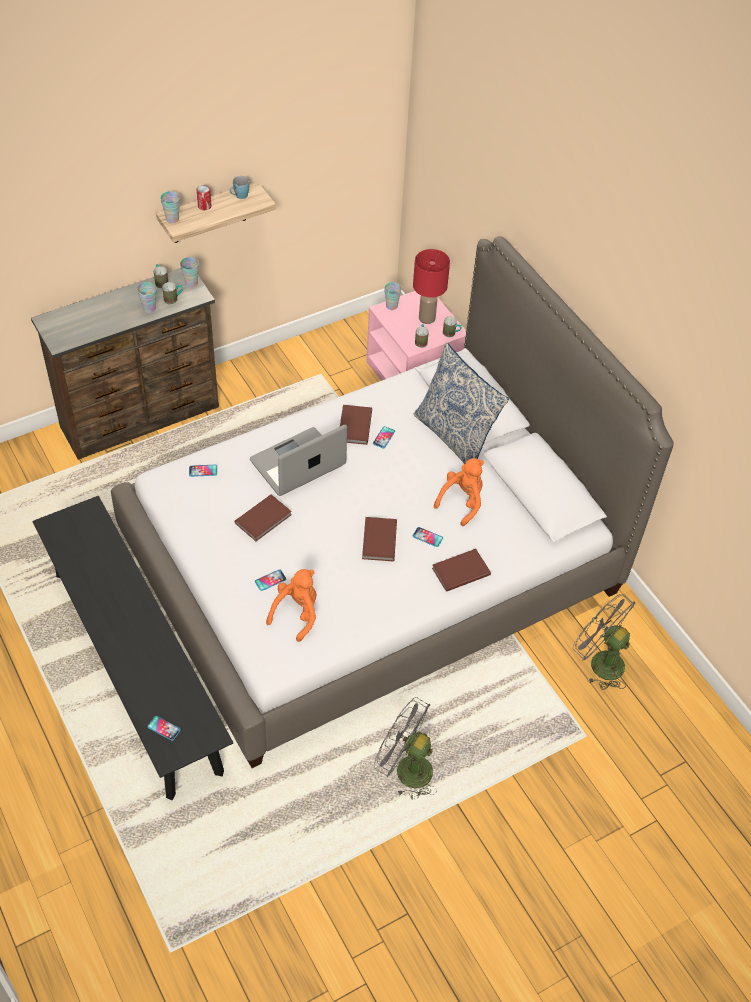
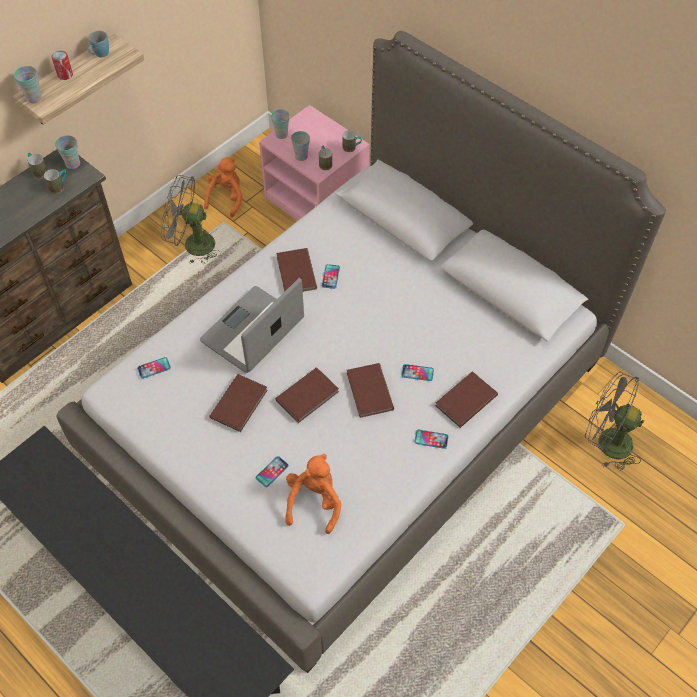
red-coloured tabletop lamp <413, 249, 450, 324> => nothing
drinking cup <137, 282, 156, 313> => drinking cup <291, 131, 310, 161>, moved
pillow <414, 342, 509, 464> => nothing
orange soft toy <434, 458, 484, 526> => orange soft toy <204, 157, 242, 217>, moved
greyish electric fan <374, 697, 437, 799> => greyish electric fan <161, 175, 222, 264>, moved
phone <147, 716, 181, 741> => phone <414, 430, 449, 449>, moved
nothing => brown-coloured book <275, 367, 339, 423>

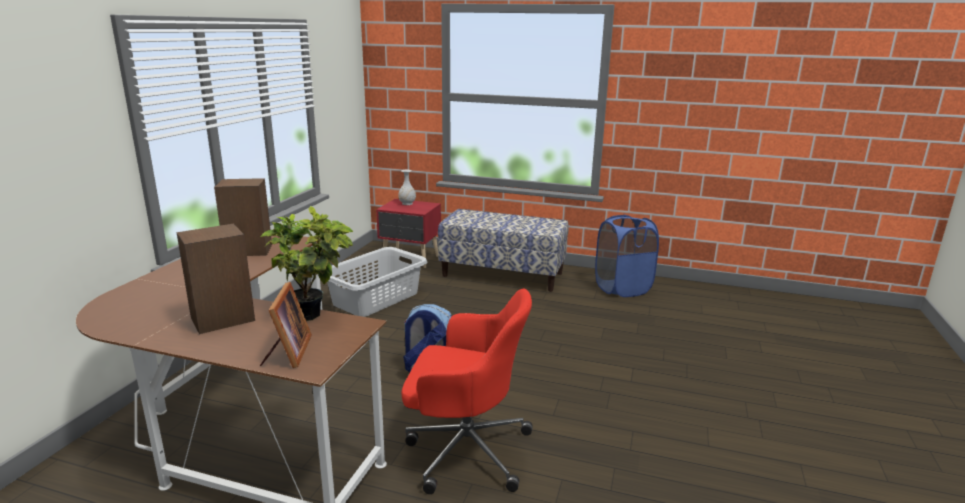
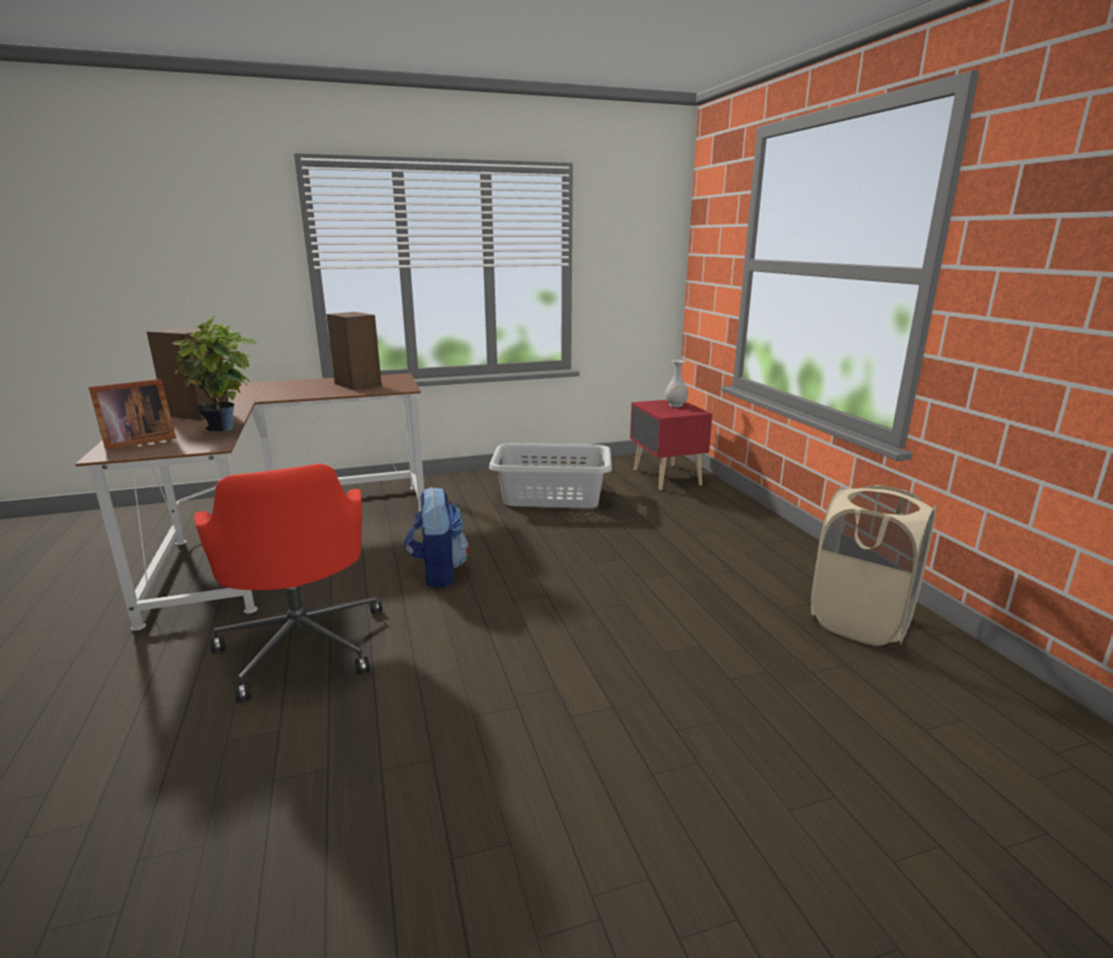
bench <438, 209, 569, 292> => nothing
bluish hamper <595, 215, 659, 297> => beige hamper <811, 485, 936, 646>

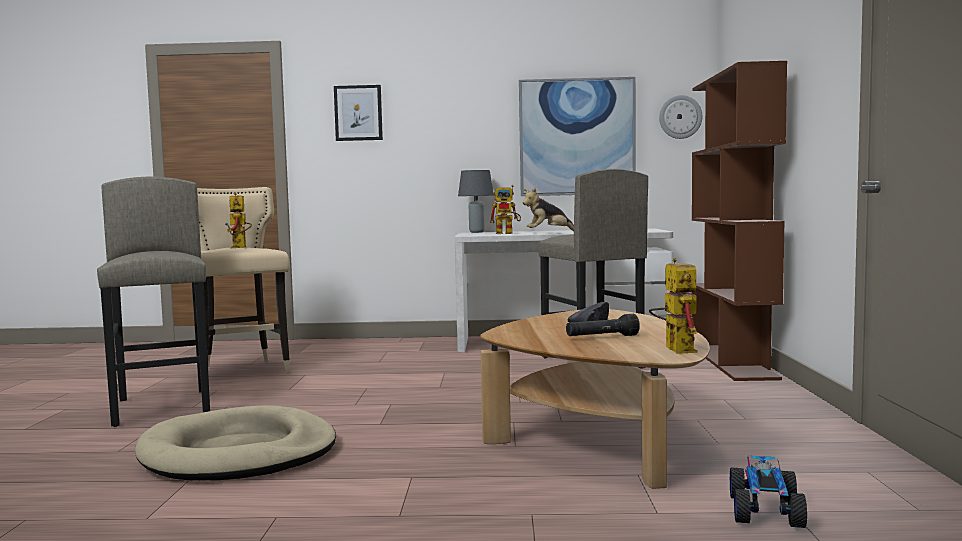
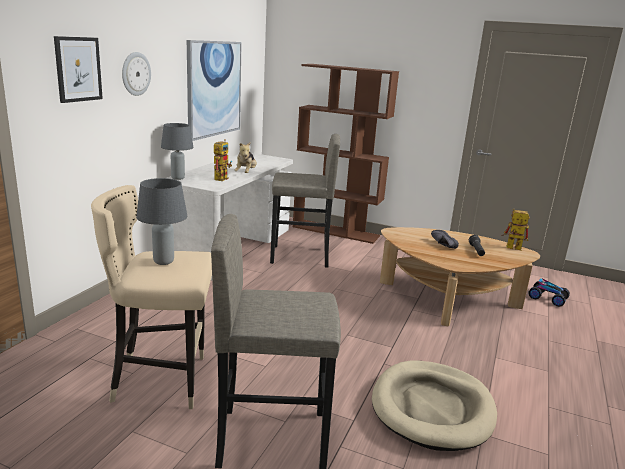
hanging clock <659, 95, 702, 139> => hanging clock <122, 52, 151, 96>, moved
robot figure <225, 193, 252, 248> => greyish tabletop lamp <136, 178, 187, 265>

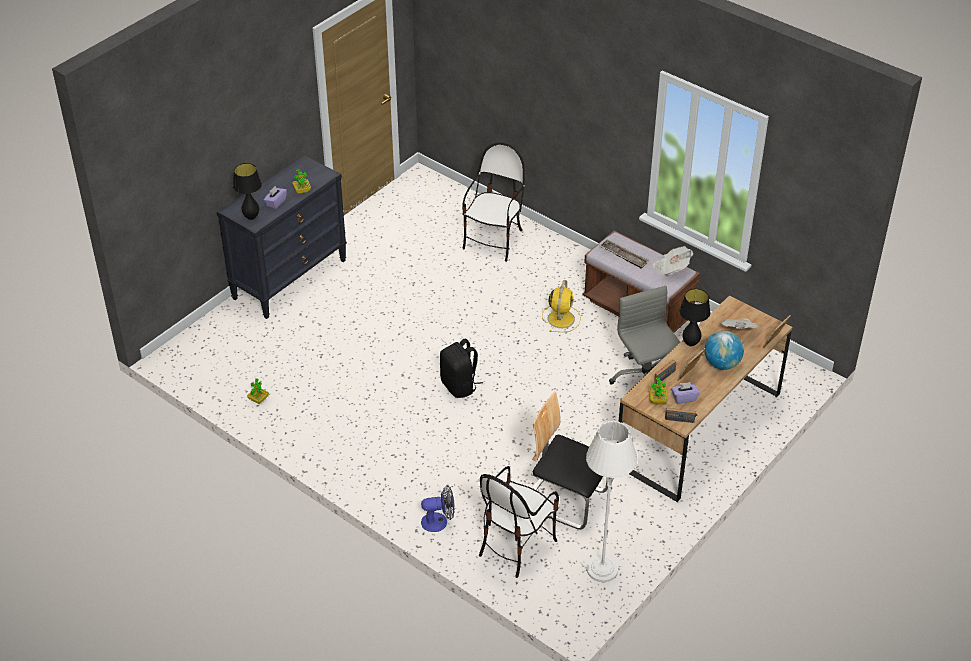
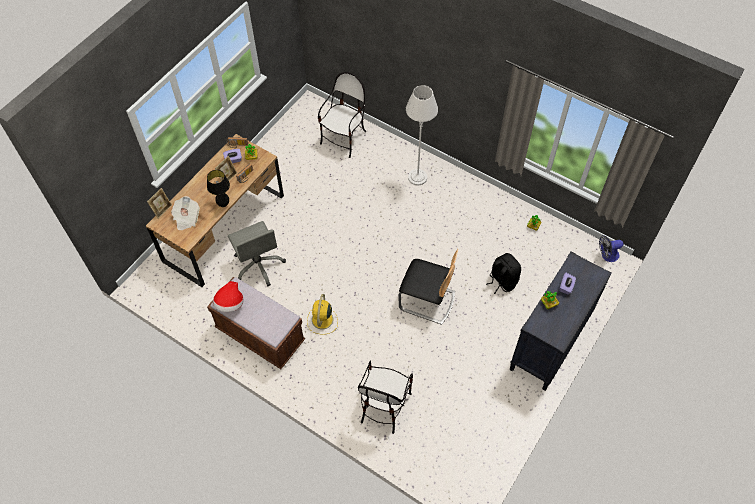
black tabletop lamp <233, 163, 262, 220> => nothing
serving tray <600, 239, 649, 269> => nothing
printed paper <652, 246, 693, 276> => hat <213, 281, 243, 312>
globe <705, 331, 744, 370> => nothing
black backpack <440, 338, 483, 398> => black backpack <486, 253, 521, 294>, moved
upright chair <532, 392, 610, 529> => upright chair <398, 249, 458, 325>, moved
white-coloured standard lamp <586, 421, 637, 582> => white-coloured standard lamp <406, 85, 438, 185>, moved
electric fan <421, 485, 455, 532> => electric fan <599, 235, 623, 262>, moved

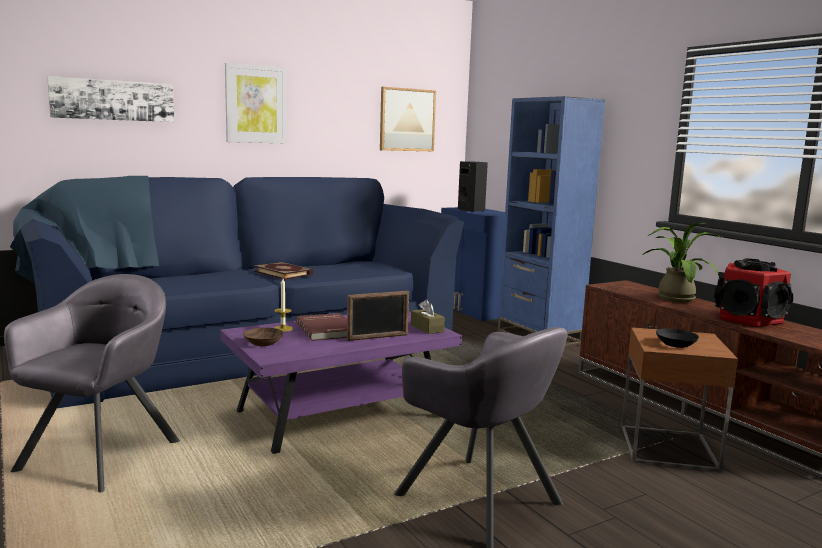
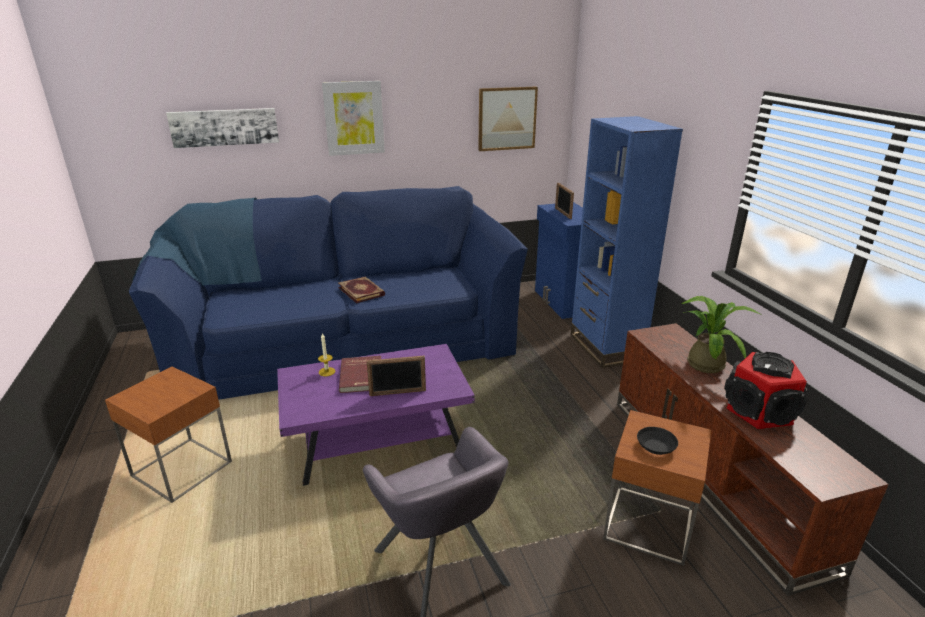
black loudspeaker <458, 161, 488, 212> => standing frame <555, 183, 574, 219>
greyish armchair <4, 274, 180, 493> => brown-coloured side table <105, 366, 232, 503>
brown-coloured tissue holder <411, 299, 445, 334> => nothing
brown-coloured deep dish <243, 328, 283, 346> => nothing

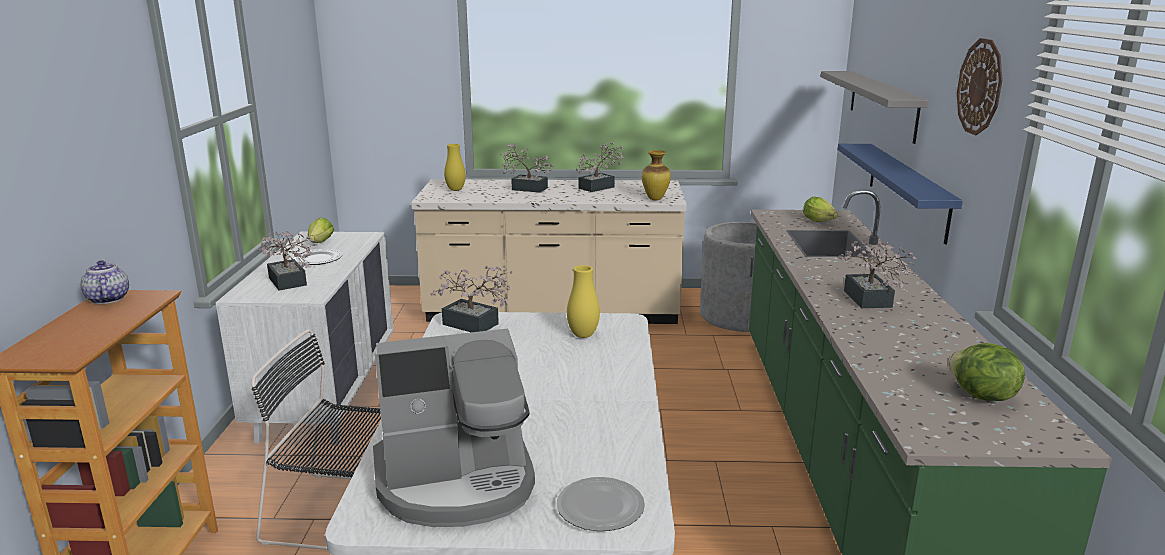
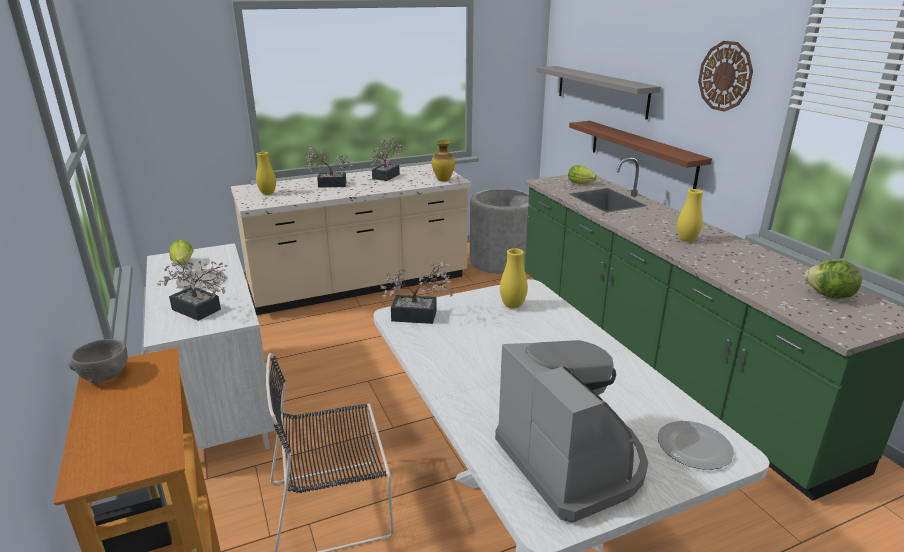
bluish shelf <838, 144, 963, 245> => brown-coloured shelf <569, 121, 712, 189>
plant in a pot <839, 240, 917, 308> => yellowish vase <677, 189, 703, 242>
pot for tea <80, 260, 129, 304> => greyish deep dish <69, 339, 128, 384>
coffee maker <373, 329, 535, 527> => coffee maker <495, 340, 648, 523>, 75 degrees counterclockwise

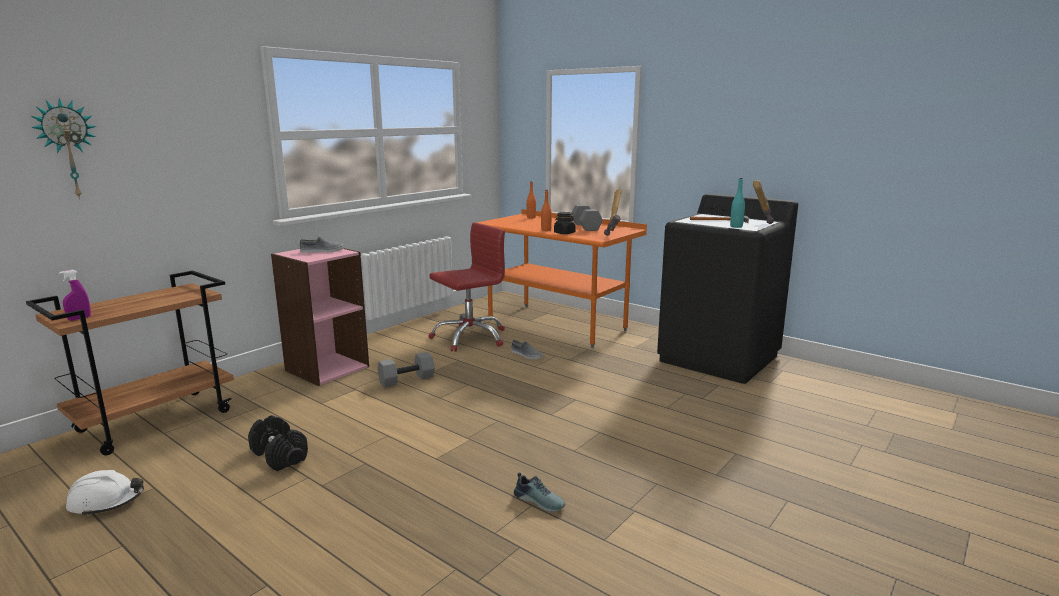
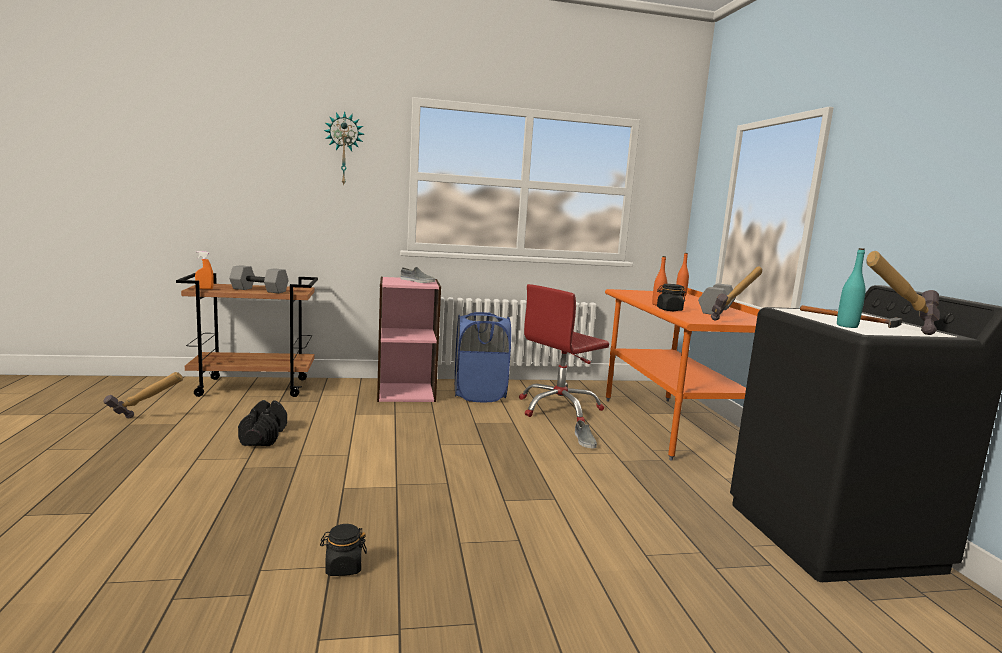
hanging clock <31, 98, 96, 199> => hanging clock <324, 111, 364, 186>, moved
red-coloured desk chair <429, 222, 505, 352> => red-coloured desk chair <519, 284, 609, 423>, 135 degrees clockwise
purple spray bottle <59, 270, 91, 321> => orange spray bottle <195, 251, 214, 289>
greyish hand weight <377, 352, 435, 387> => greyish hand weight <229, 265, 289, 293>, moved
white-coloured hard hat <66, 470, 144, 517> => tool hammer <104, 372, 183, 418>
shoe <514, 472, 565, 512> => black preserve jar <320, 524, 367, 576>
nothing => bluish hamper <455, 312, 511, 402>

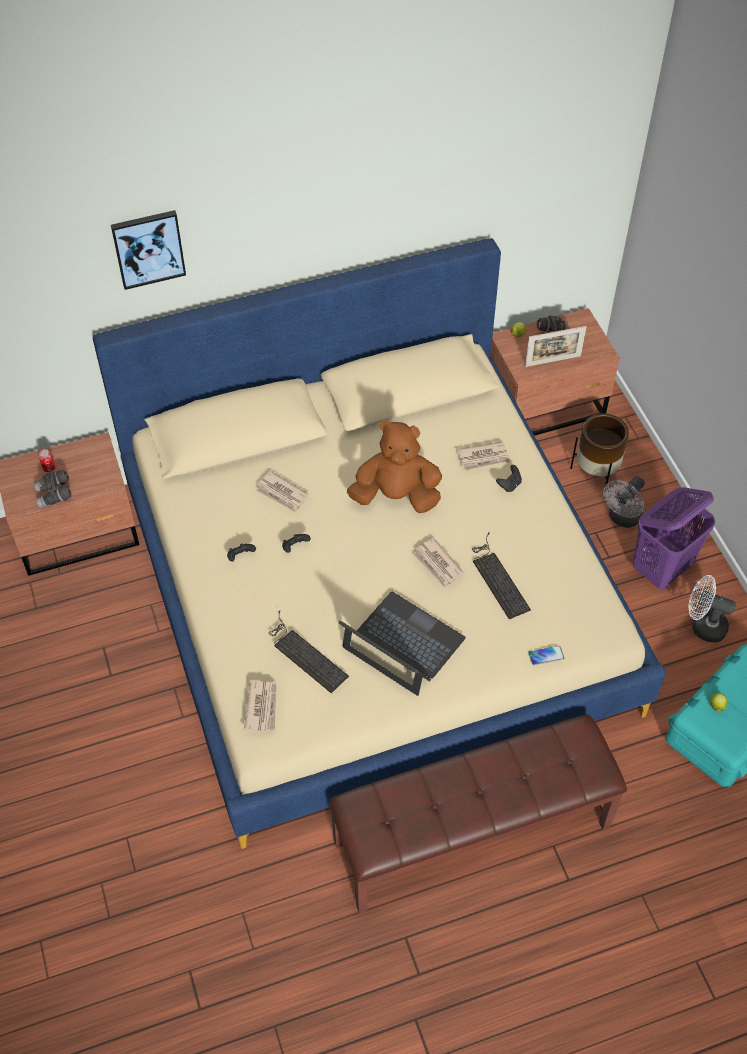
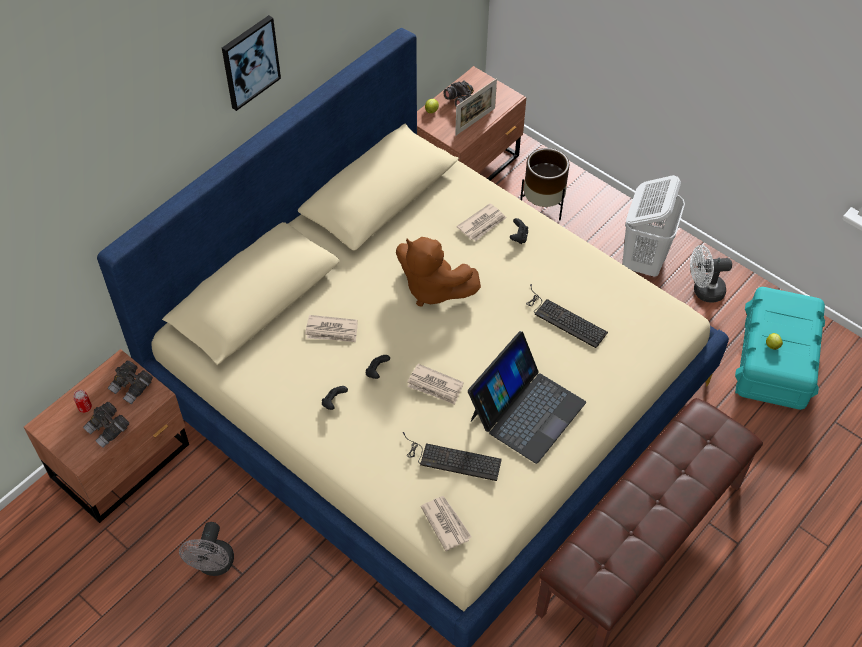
wall picture <111, 210, 186, 290> => wall picture <222, 15, 281, 111>, moved
brown-coloured soft toy <347, 420, 442, 513> => brown-coloured soft toy <396, 237, 481, 307>, 120 degrees counterclockwise
greyish electric fan <603, 476, 645, 528> => greyish electric fan <179, 522, 234, 576>, moved
purple hamper <633, 487, 715, 589> => white-coloured hamper <622, 175, 685, 277>
printed paper <412, 538, 464, 588> => printed paper <407, 364, 464, 405>, moved
portable computer <338, 592, 466, 696> => portable computer <468, 331, 586, 464>, 120 degrees clockwise
phone <529, 646, 564, 665> => nothing
nothing => greyish binoculars <108, 360, 153, 405>

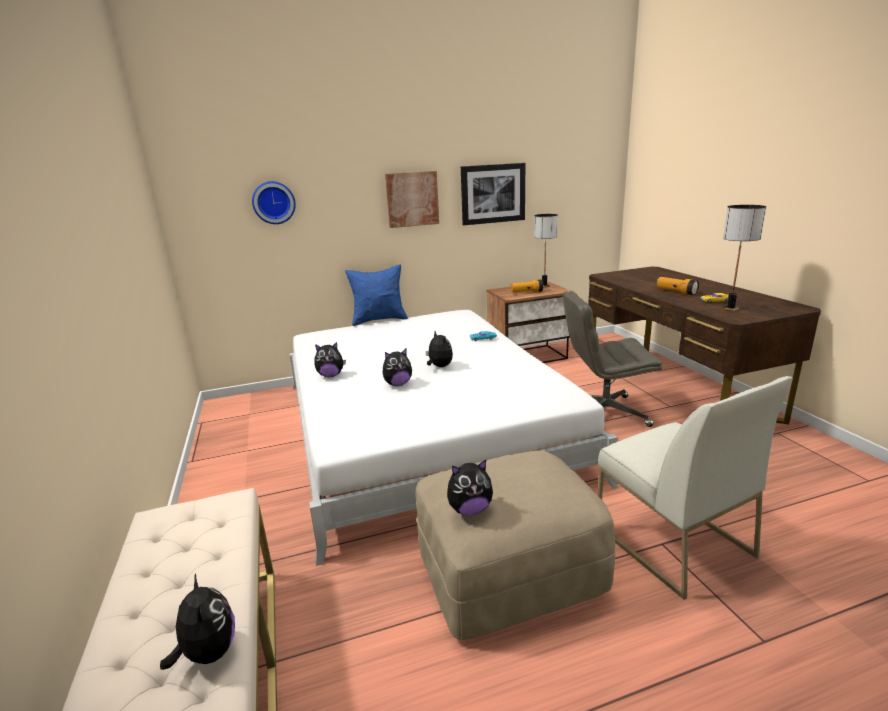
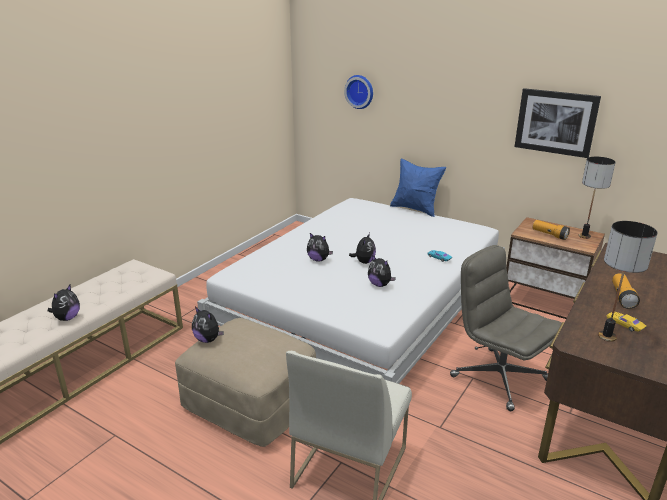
wall picture <385, 171, 439, 228> => nothing
soft toy <314, 342, 346, 377> => soft toy <368, 255, 396, 287>, moved

